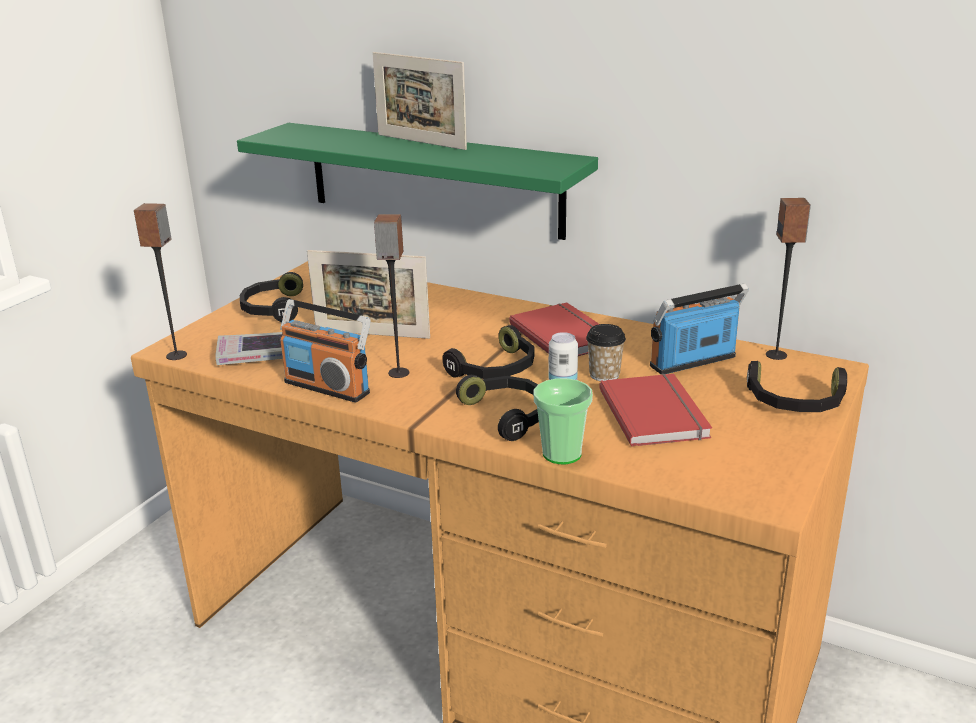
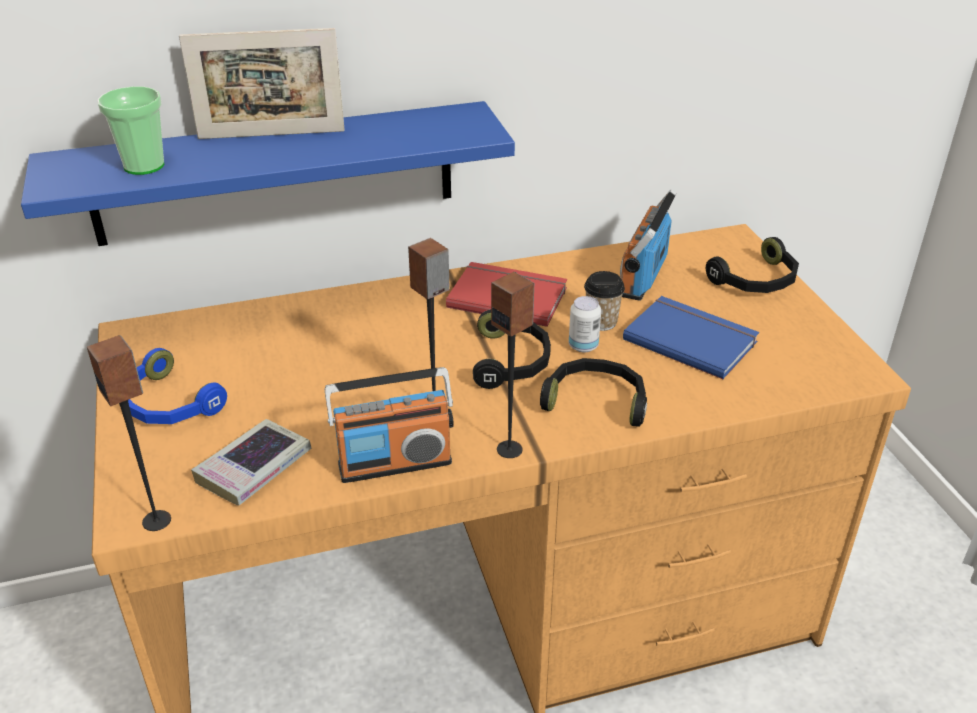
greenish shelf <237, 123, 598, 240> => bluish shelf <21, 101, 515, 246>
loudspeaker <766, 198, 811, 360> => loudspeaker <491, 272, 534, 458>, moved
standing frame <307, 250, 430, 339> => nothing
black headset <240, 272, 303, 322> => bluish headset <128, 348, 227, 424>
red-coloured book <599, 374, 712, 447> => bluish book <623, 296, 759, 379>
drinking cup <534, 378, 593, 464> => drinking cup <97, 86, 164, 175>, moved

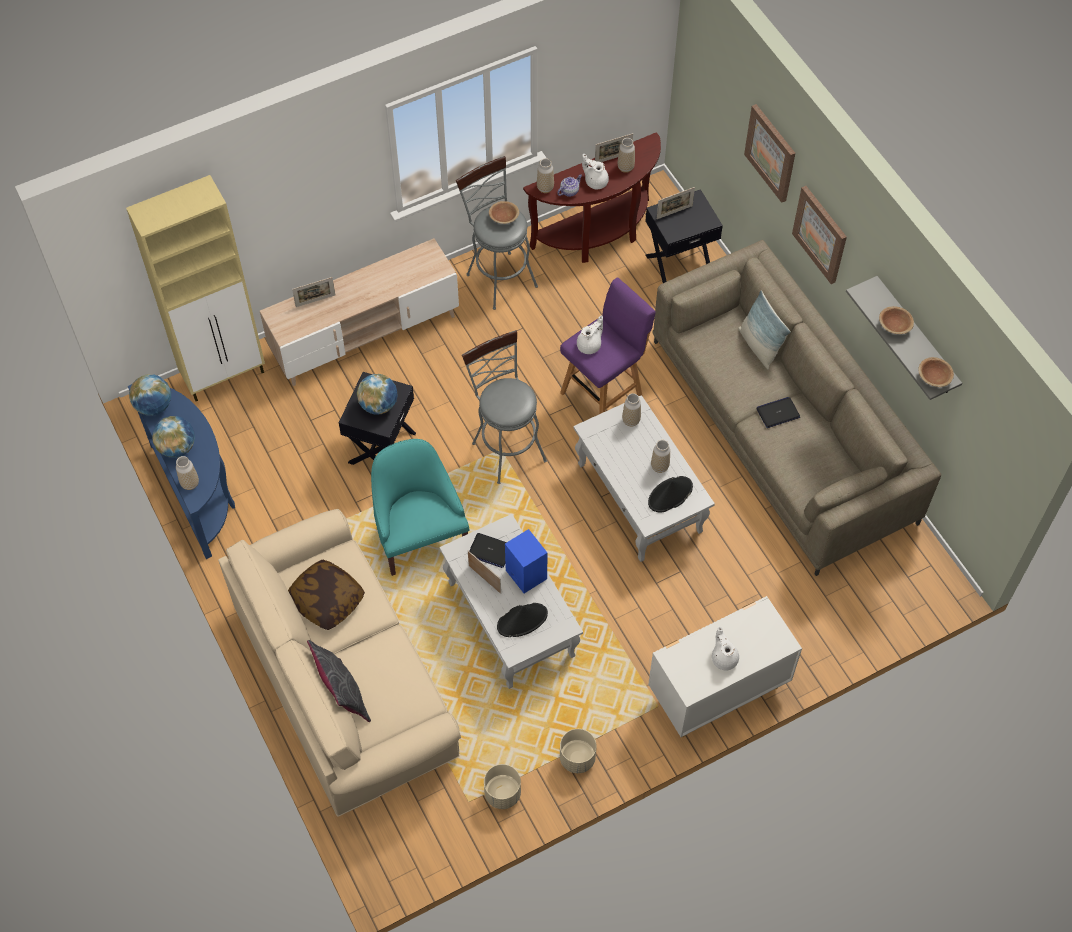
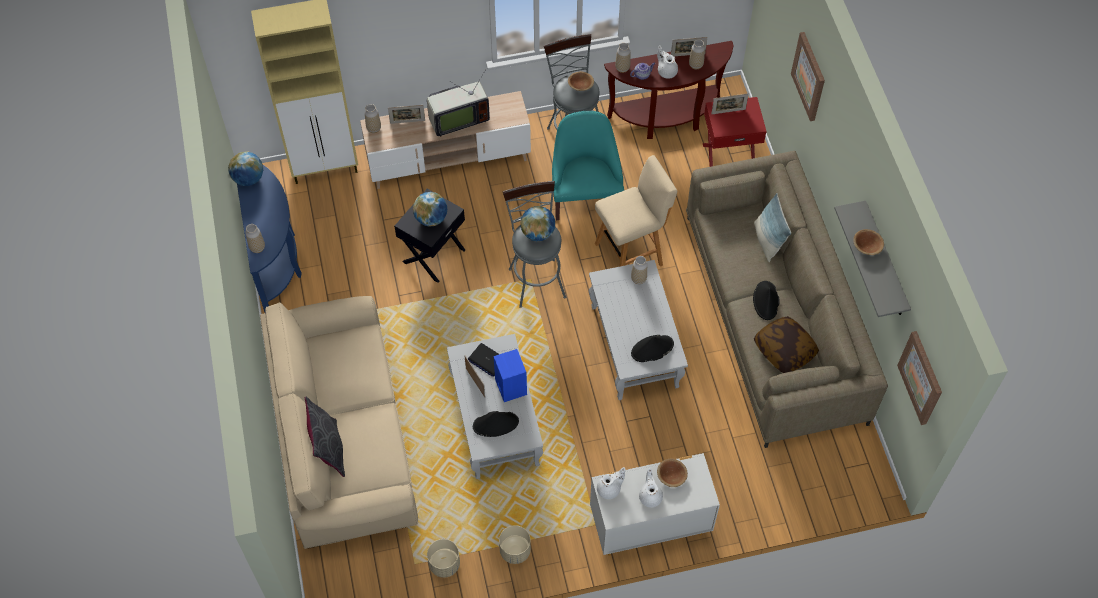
wall picture <792, 186, 847, 284> => wall picture <897, 331, 942, 425>, moved
black side table <645, 189, 723, 283> => red-coloured side table <703, 97, 767, 167>
purple stool seat <560, 277, 656, 414> => beige stool seat <595, 155, 677, 267>
white-coloured pot for tea <577, 315, 603, 354> => white-coloured pot for tea <597, 467, 625, 499>, moved
brown-coloured deep dish <918, 357, 954, 387> => brown-coloured deep dish <657, 459, 688, 487>, moved
portable computer <757, 397, 800, 428> => black hat <753, 281, 780, 320>
globe <152, 416, 195, 458> => globe <520, 206, 555, 241>, moved
turquoise-coloured armchair <371, 439, 469, 576> => turquoise-coloured armchair <552, 111, 624, 220>, moved
vase <651, 440, 670, 473> => vase <365, 104, 381, 133>, moved
pillow <288, 559, 365, 630> => pillow <754, 316, 819, 373>, moved
nothing => television <427, 69, 490, 137>

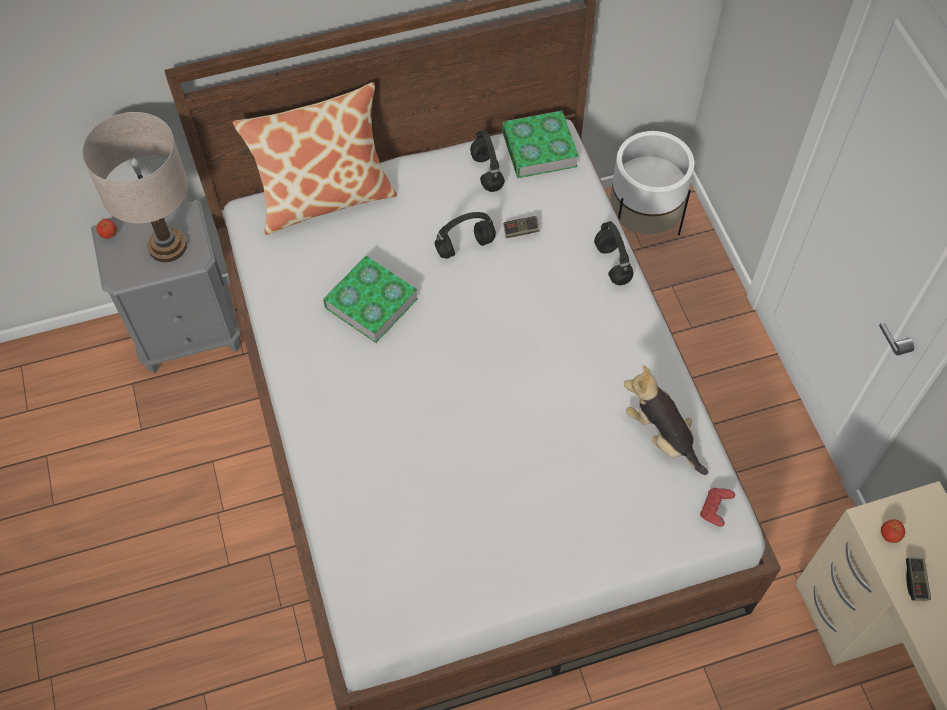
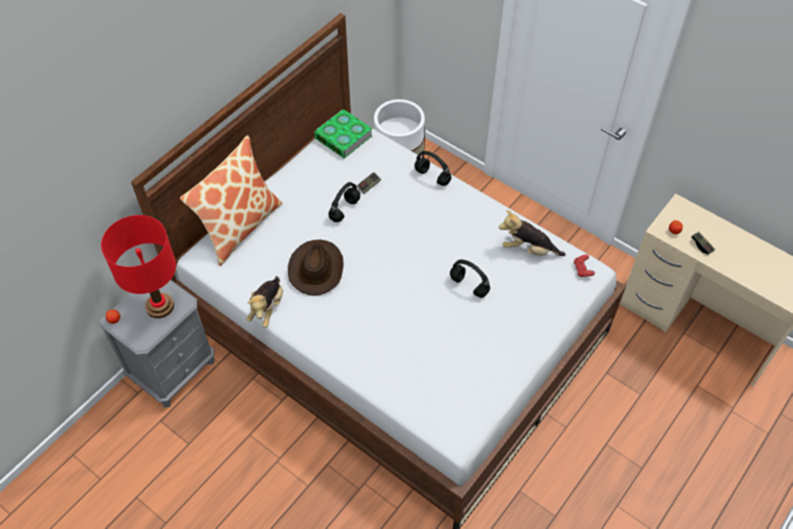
beige tabletop lamp <82, 112, 188, 262> => red-coloured tabletop lamp <101, 215, 176, 318>
black headset <470, 130, 505, 192> => black headset <450, 259, 490, 298>, moved
book <323, 256, 418, 343> => brown-coloured hat <288, 240, 343, 296>
nothing => soft toy <247, 276, 283, 328>

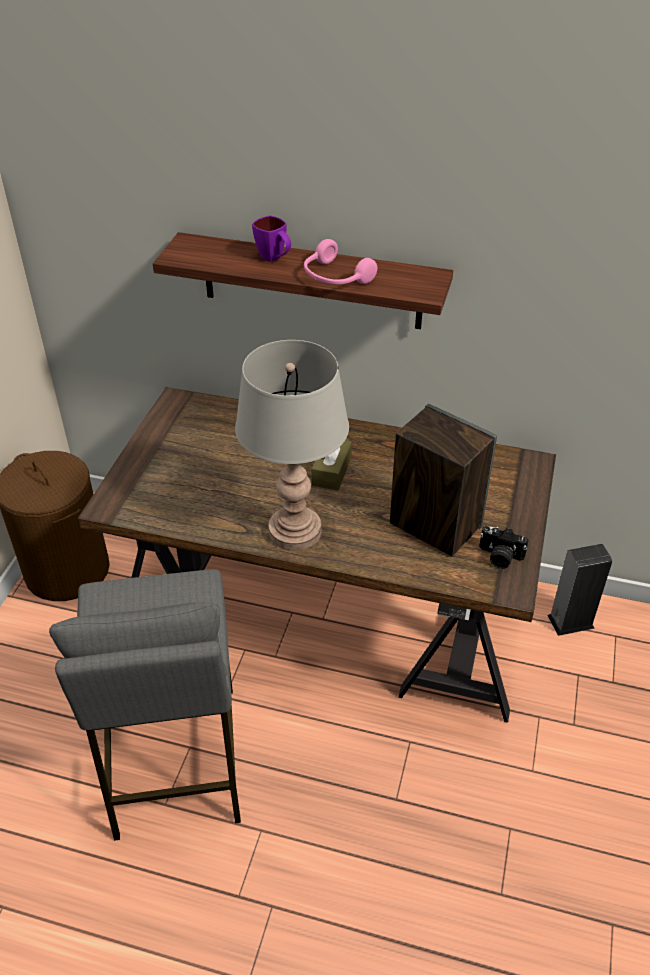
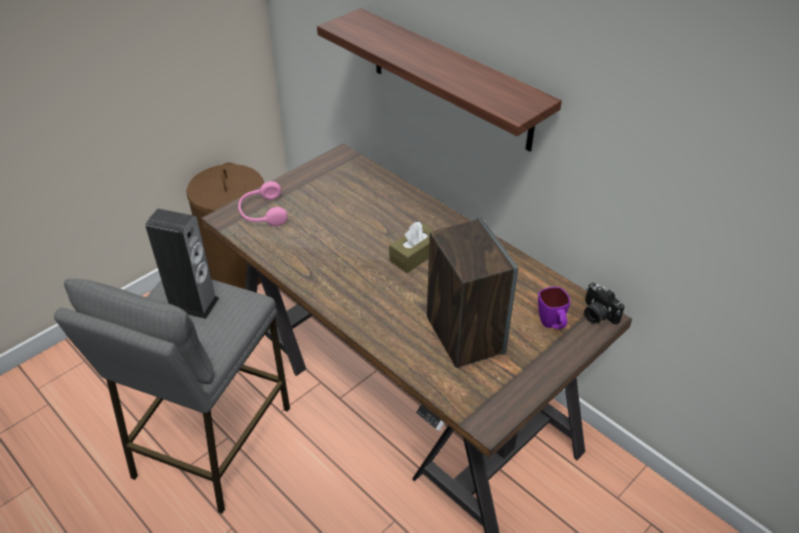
purple mug <252, 216, 291, 262> => purple mug <538, 287, 570, 329>, moved
pink-coloured headset <304, 239, 377, 284> => pink-coloured headset <238, 181, 287, 226>, moved
greyish tabletop lamp <235, 340, 349, 551> => nothing
still camera <479, 526, 528, 569> => still camera <584, 283, 624, 324>, moved
loudspeaker <547, 544, 612, 636> => loudspeaker <145, 209, 219, 319>, moved

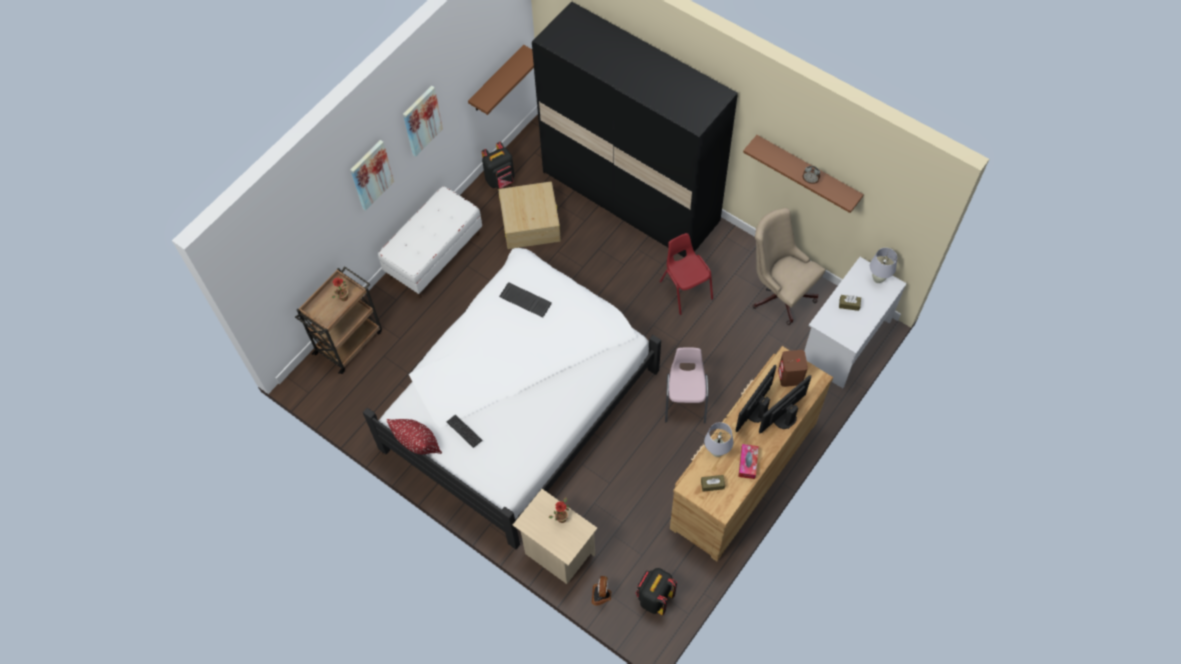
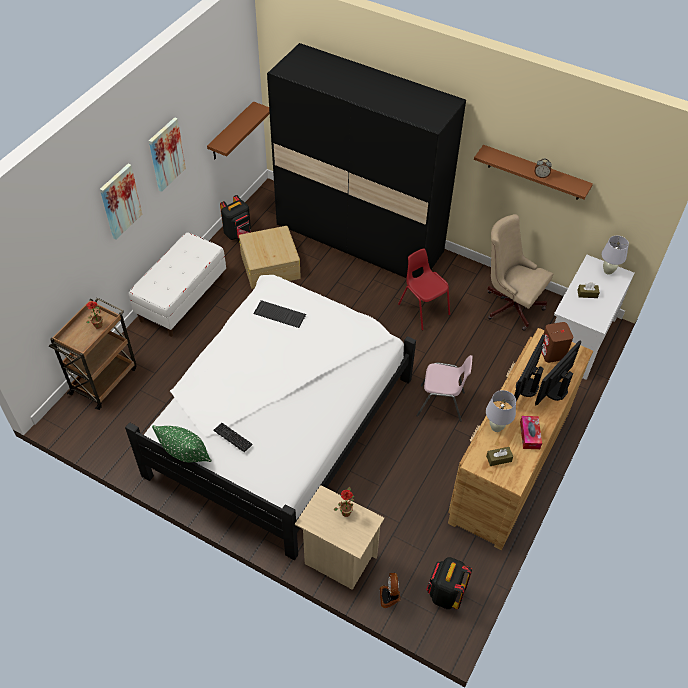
pink-coloured upright chair <665, 347, 708, 423> => pink-coloured upright chair <416, 355, 472, 422>, 105 degrees clockwise
red-coloured pillow <386, 419, 442, 454> => greenish pillow <152, 425, 212, 463>

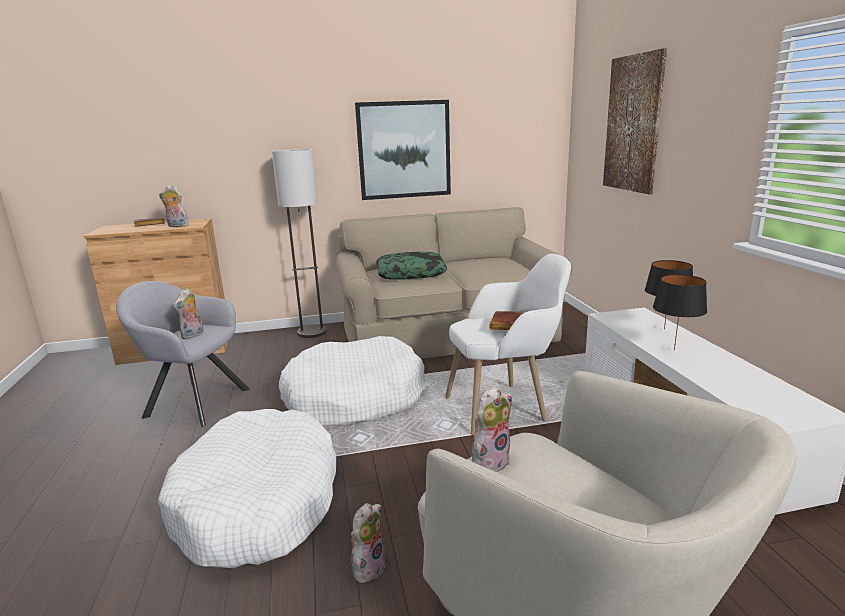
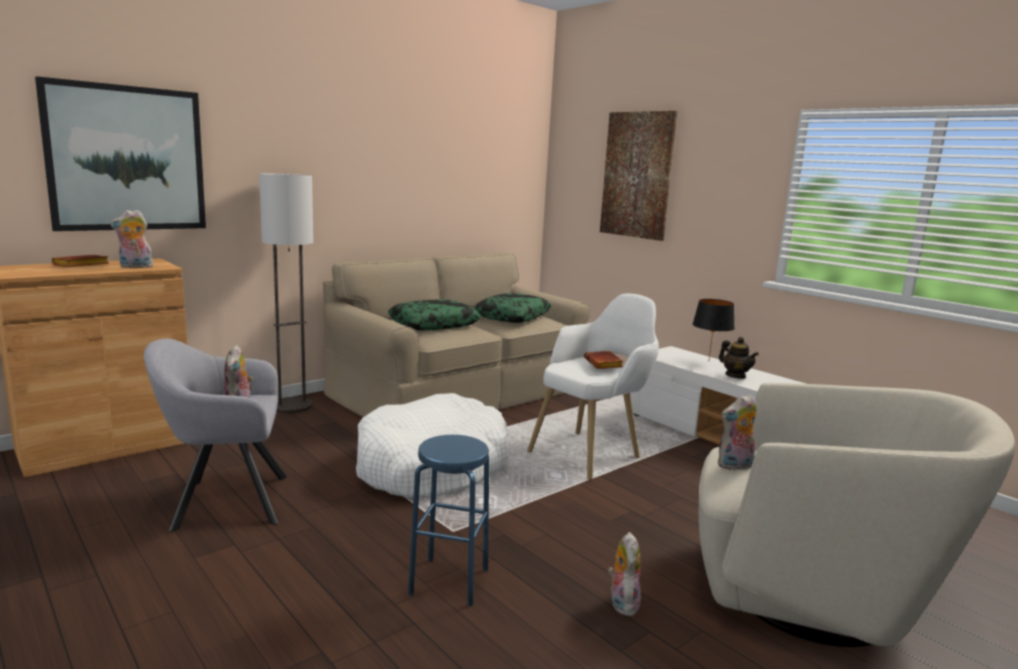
wall picture <355, 100, 451, 200> => wall picture <35, 76, 206, 231>, moved
black tabletop lamp <653, 274, 707, 350> => pot for tea <719, 337, 759, 379>
soft toy <472, 386, 512, 472> => soft toy <717, 394, 757, 470>, 135 degrees counterclockwise
white-coloured dog cushion <158, 409, 336, 568> => bluish stool seat <408, 435, 489, 607>
nothing => pillow <474, 293, 552, 323>

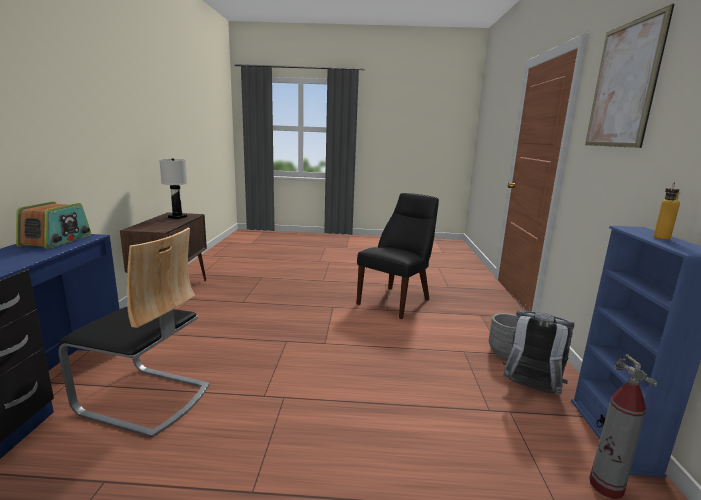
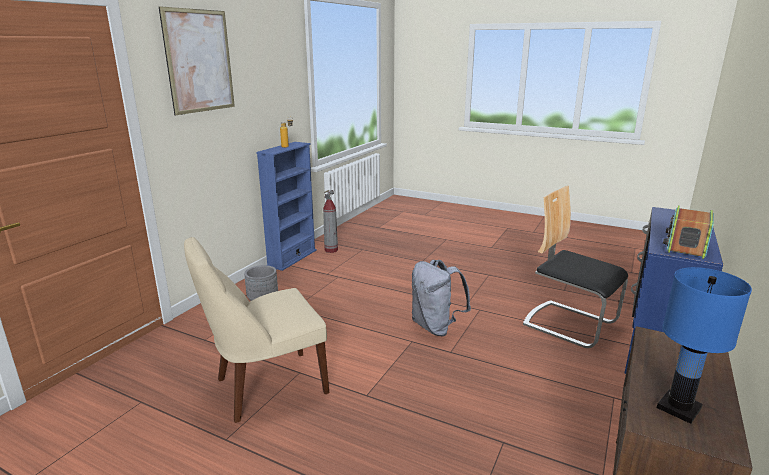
white-coloured tabletop lamp <159, 158, 188, 219> => bluish tabletop lamp <657, 267, 752, 424>
black upright chair <357, 193, 439, 319> => beige upright chair <184, 237, 329, 423>
greyish backpack <502, 311, 574, 395> => greyish backpack <412, 260, 471, 336>, moved

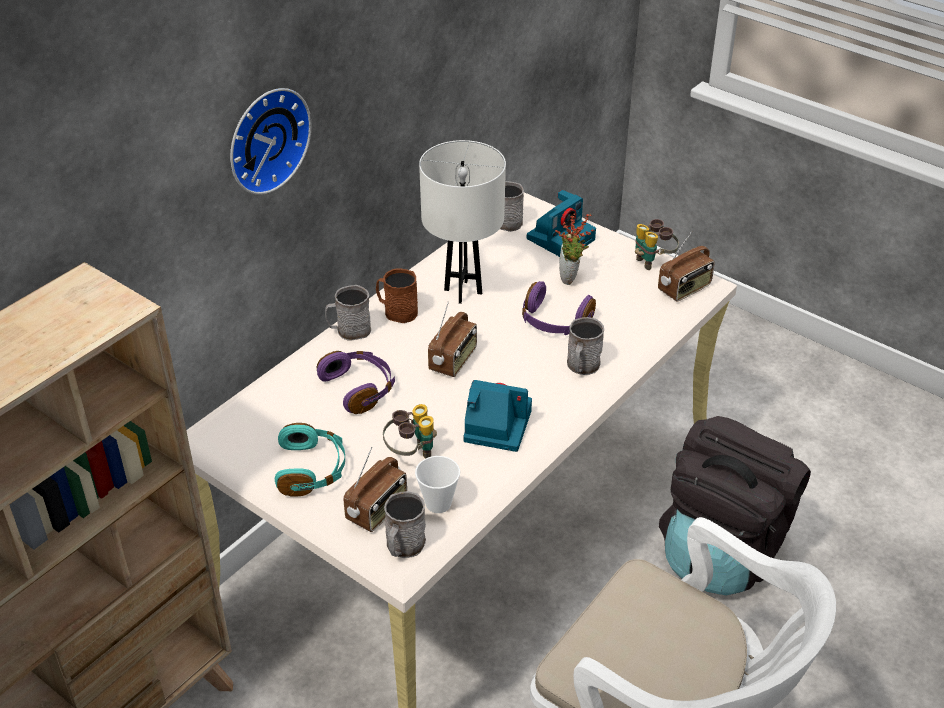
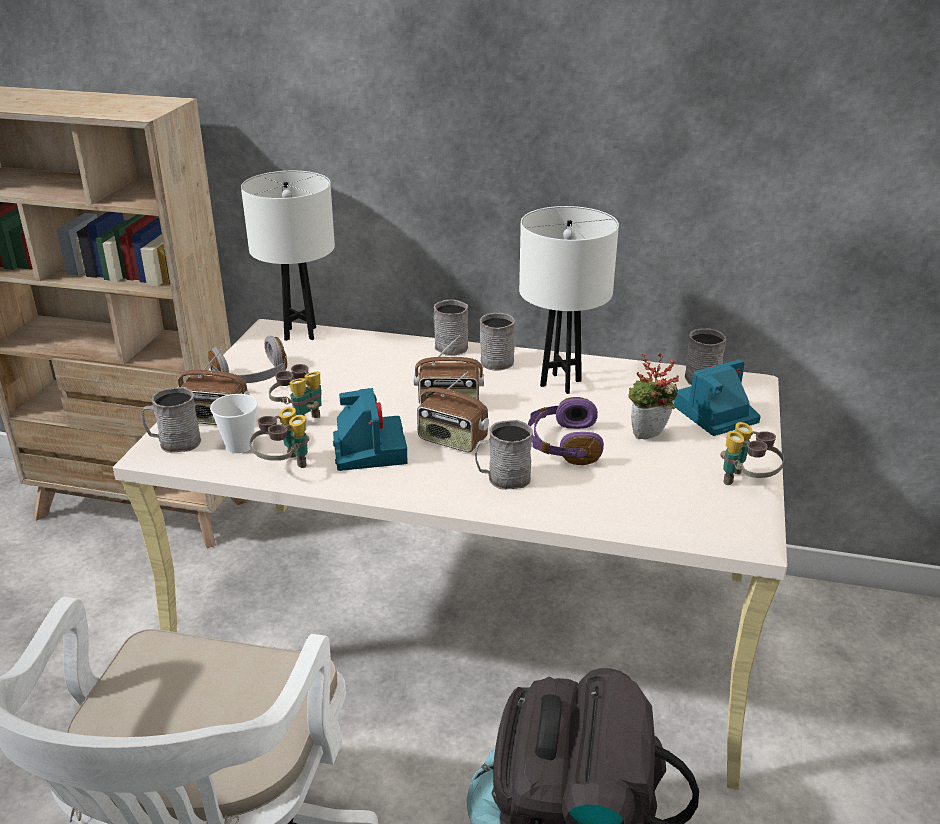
hanging clock <230, 88, 312, 195> => nothing
still camera <527, 190, 596, 257> => still camera <674, 360, 761, 436>, 135 degrees clockwise
radio receiver <658, 231, 715, 302> => radio receiver <417, 371, 489, 452>, moved
brown-coloured mug <376, 268, 418, 323> => greyish mug <480, 313, 515, 371>
purple headset <316, 351, 395, 414> => nothing
turquoise-coloured headset <275, 423, 345, 497> => greyish headset <208, 336, 287, 383>
nothing => white-coloured tabletop lamp <241, 171, 335, 341>
nothing => binoculars <249, 407, 309, 468>

